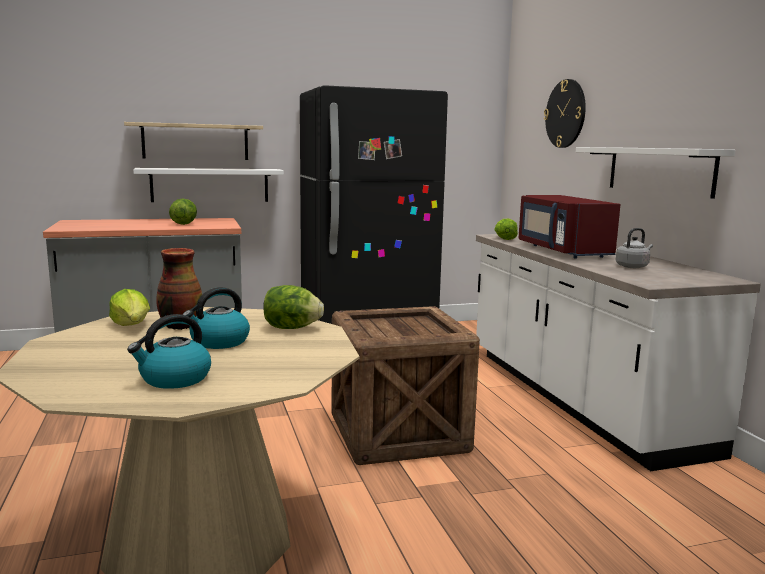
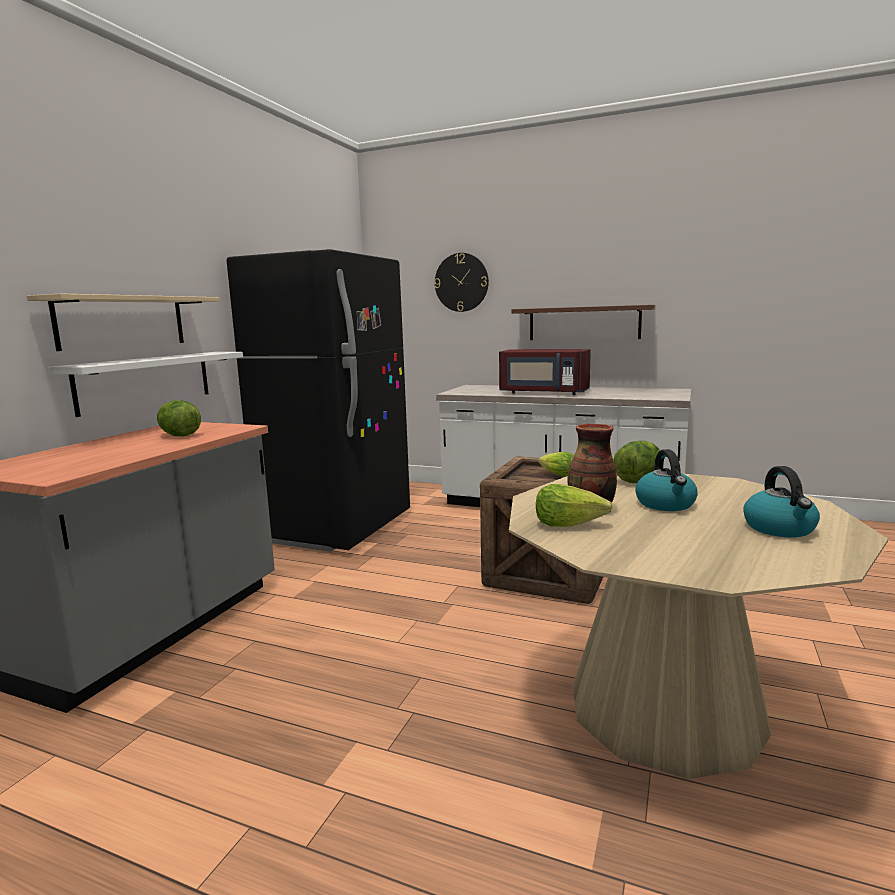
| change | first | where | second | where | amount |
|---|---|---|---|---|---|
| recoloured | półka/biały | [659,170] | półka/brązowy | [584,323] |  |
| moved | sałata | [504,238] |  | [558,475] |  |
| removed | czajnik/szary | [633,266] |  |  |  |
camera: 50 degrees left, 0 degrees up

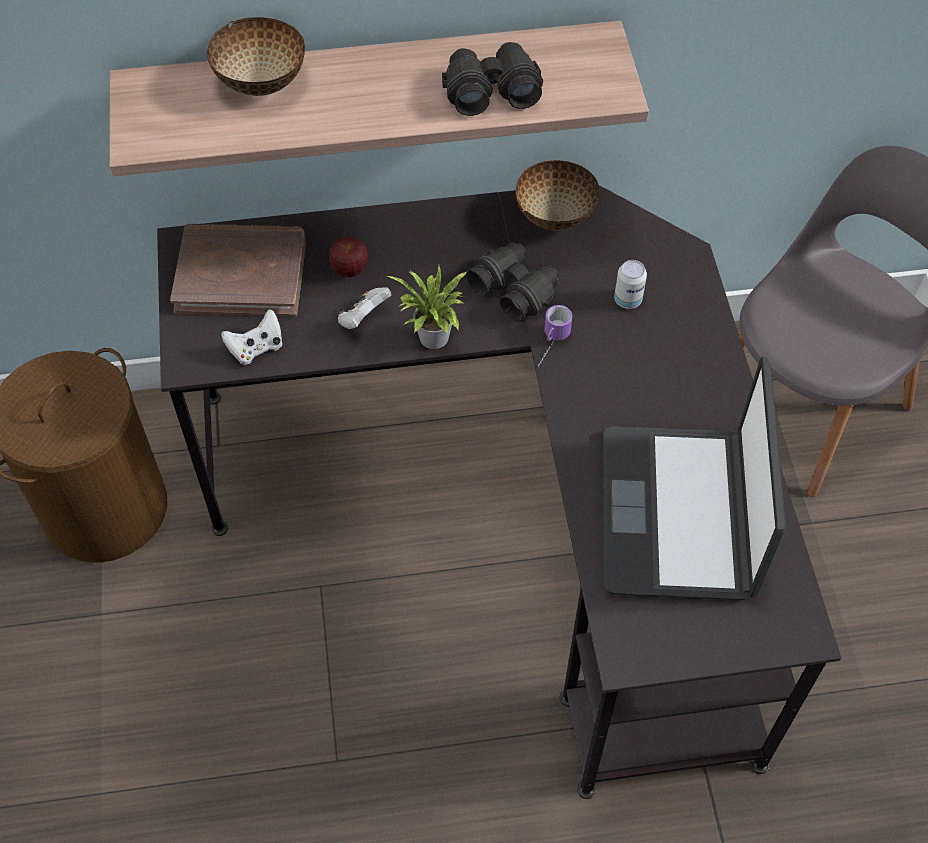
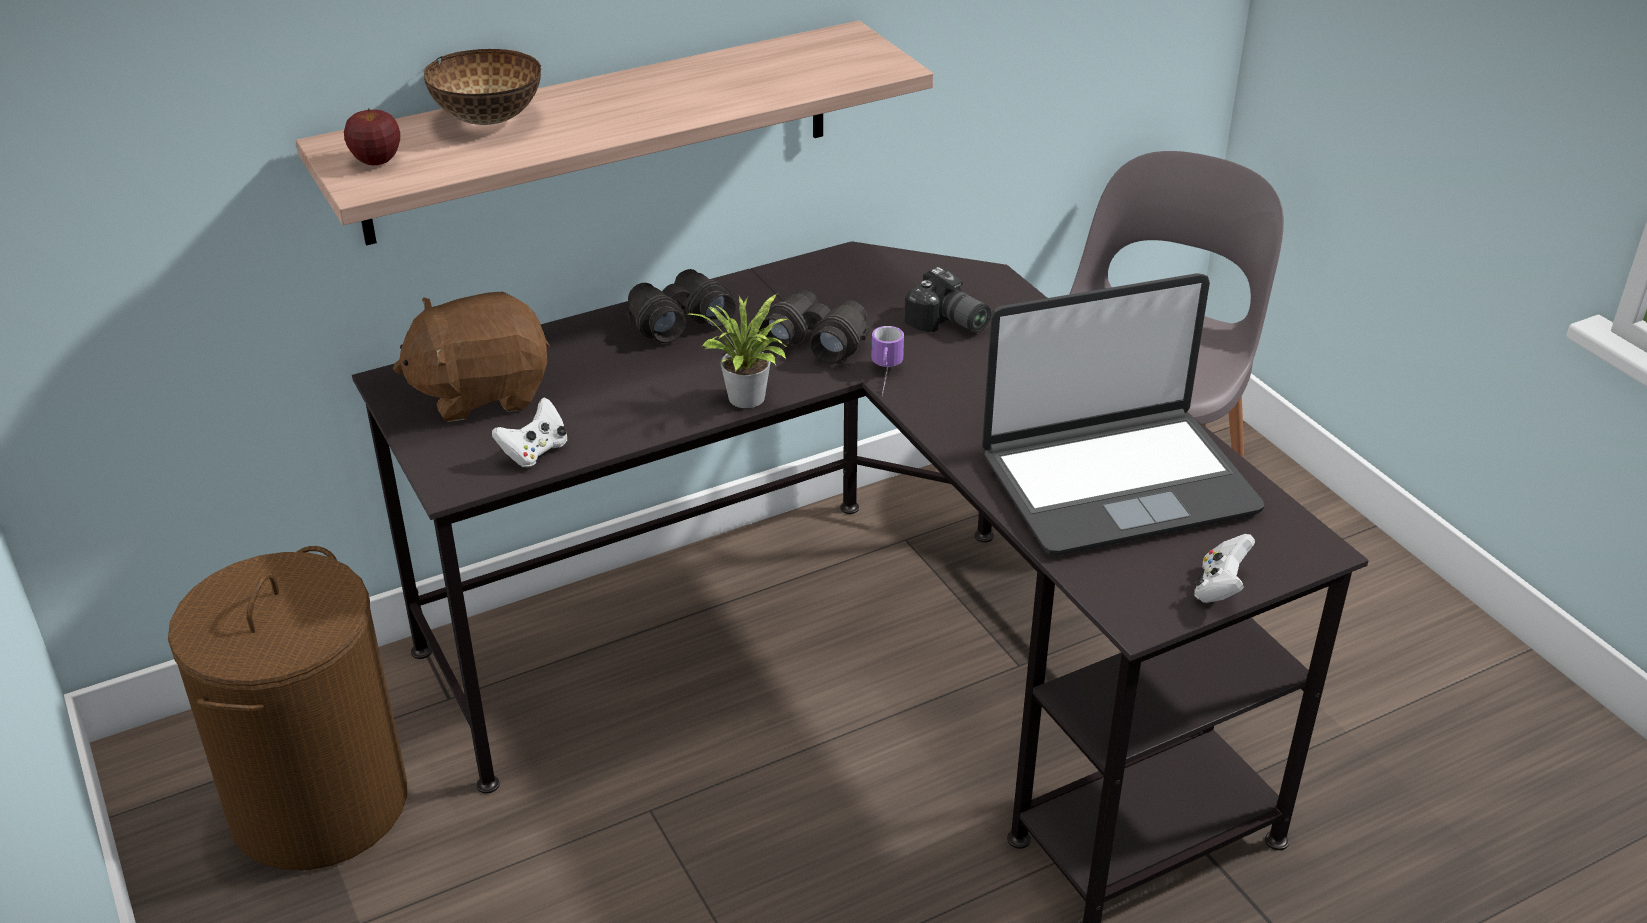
| change | first | where | second | where | amount |
|---|---|---|---|---|---|
| moved | jabłko | [349,269] |  | [376,160] |  |
| replaced | książka/brązowy | [241,274] | pluszak/brązowy | [481,392] |  |
| moved | lornetka/czarny | [491,90] |  | [678,319] |  |
| replaced | puszka | [627,300] | aparat fotograficzny | [947,323] |  |
| turned | laptop | [680,514] |  | [1117,482] | 90 degrees counterclockwise |
| moved | pad do gier/biały | [363,318] |  | [1220,588] |  |
| removed | miska | [555,215] |  |  |  |
camera: 20 degrees left, 20 degrees down

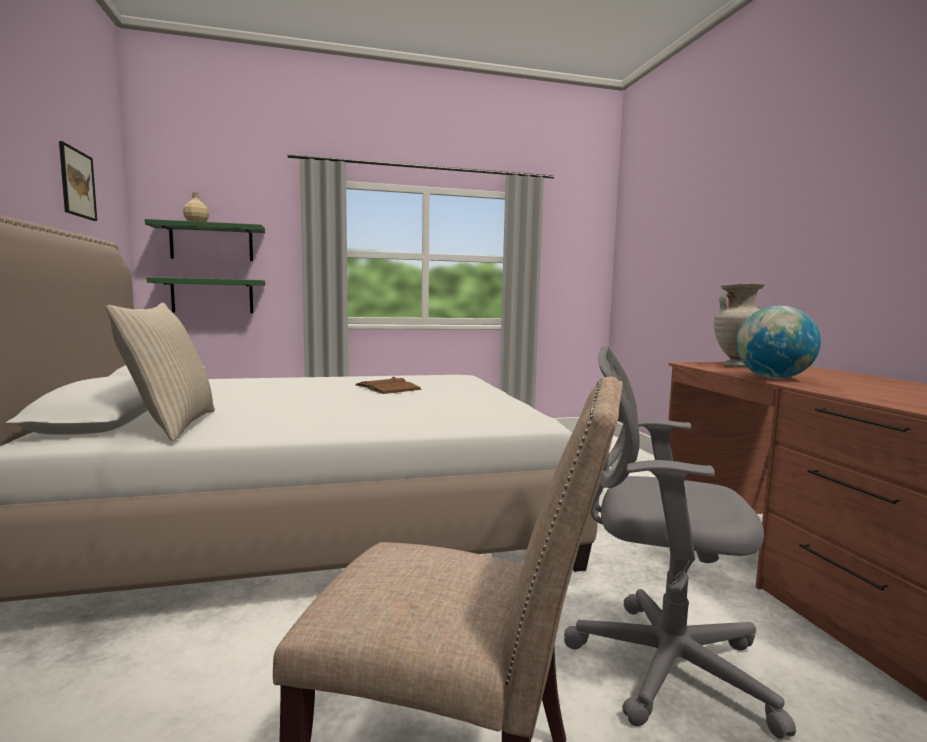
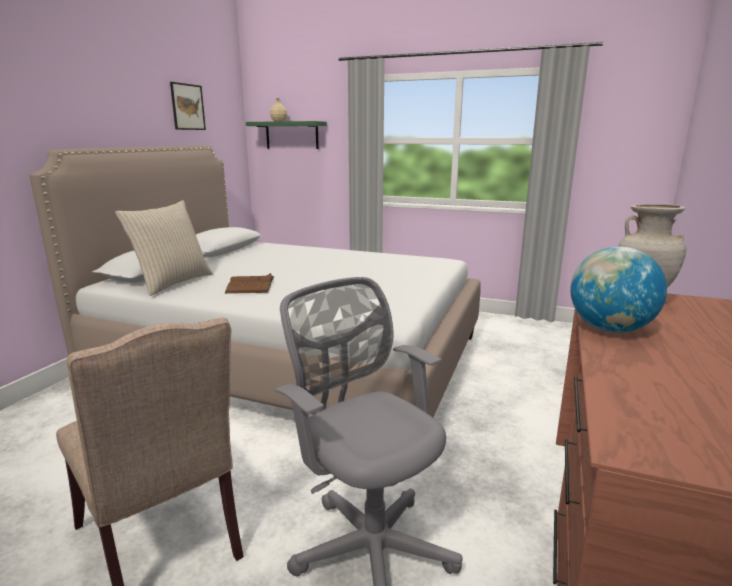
| change | first | where | second | where | amount |
|---|---|---|---|---|---|
| moved | książka/brązowy | [387,387] |  | [250,285] |  |
| removed | półka/zielony | [212,296] |  |  |  |
camera: 35 degrees right, 10 degrees up

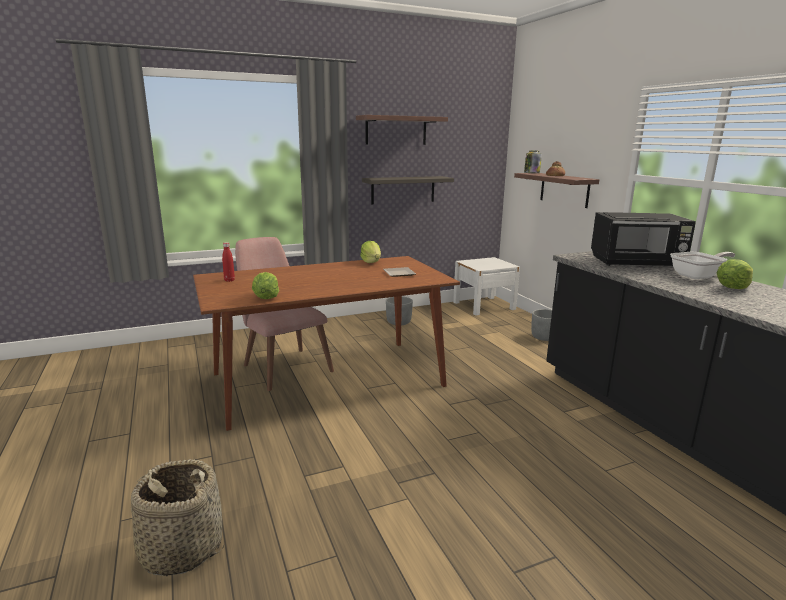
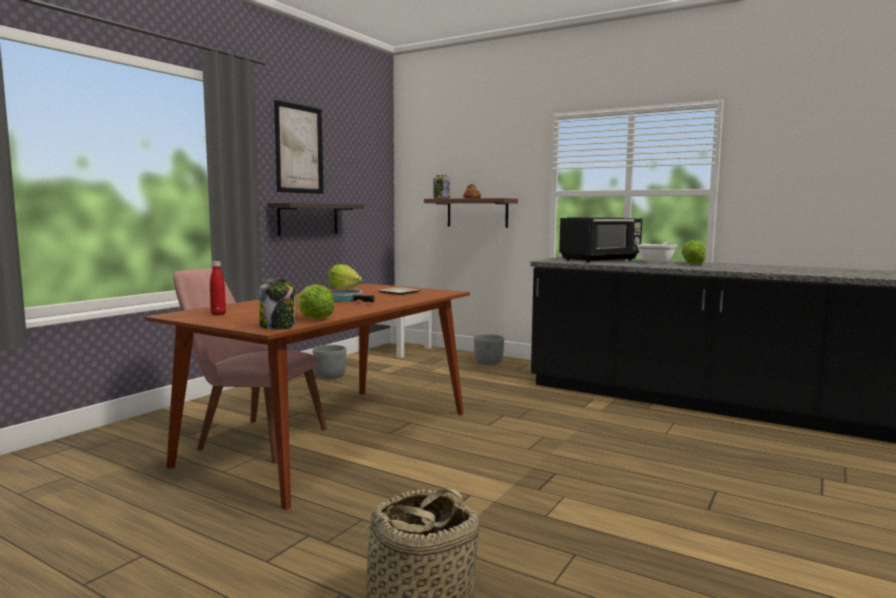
| change | first | where | second | where | amount |
|---|---|---|---|---|---|
| added |  |  | słoik | [278,326] |  |
| replaced | półka | [396,130] | obraz | [299,149] |  |
| added |  |  | patelnia | [346,300] |  |
camera: 35 degrees left, 10 degrees down

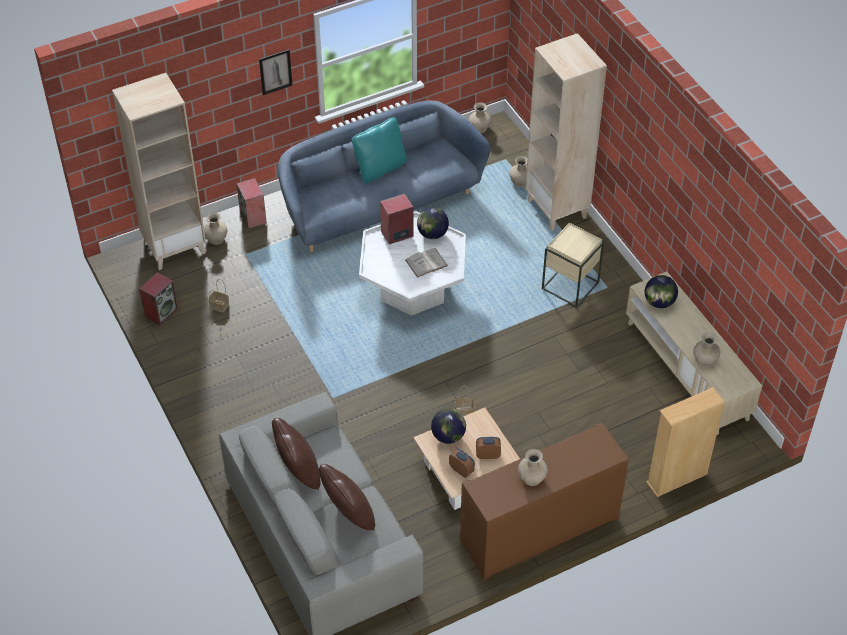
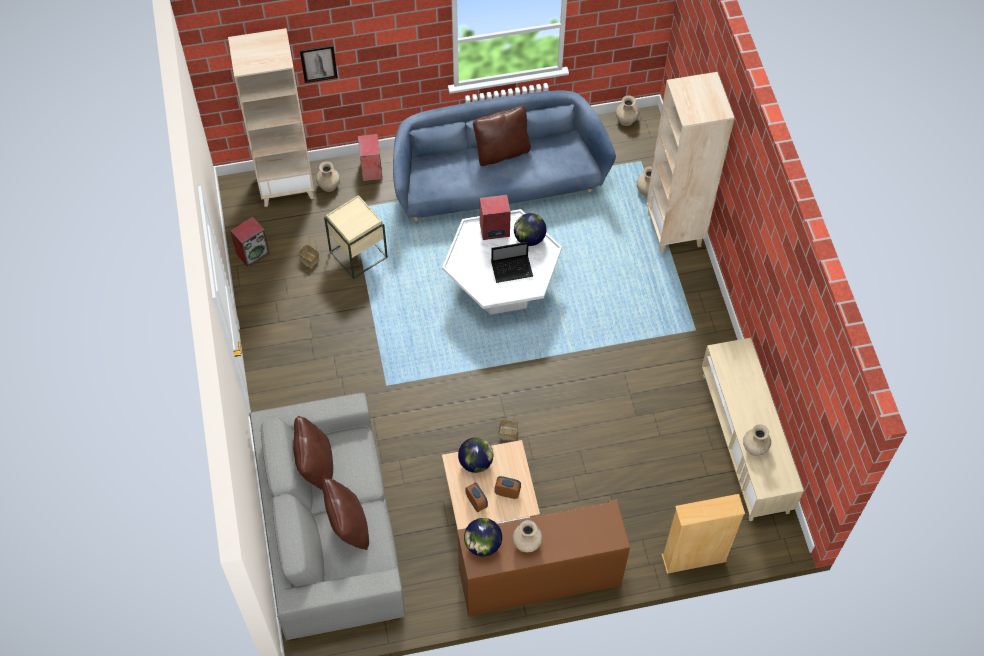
| change | first | where | second | where | amount |
|---|---|---|---|---|---|
| moved | obraz | [275,72] |  | [318,63] |  |
| moved | stolik/beżowy | [570,286] |  | [358,254] |  |
| moved | globus | [659,302] |  | [483,544] |  |
| recoloured | poduszka/turkusowy | [380,168] | poduszka/brązowy | [501,152] |  |
| replaced | książka/biały | [426,263] | laptop | [512,269] |  |
camera: 15 degrees right, 10 degrees up

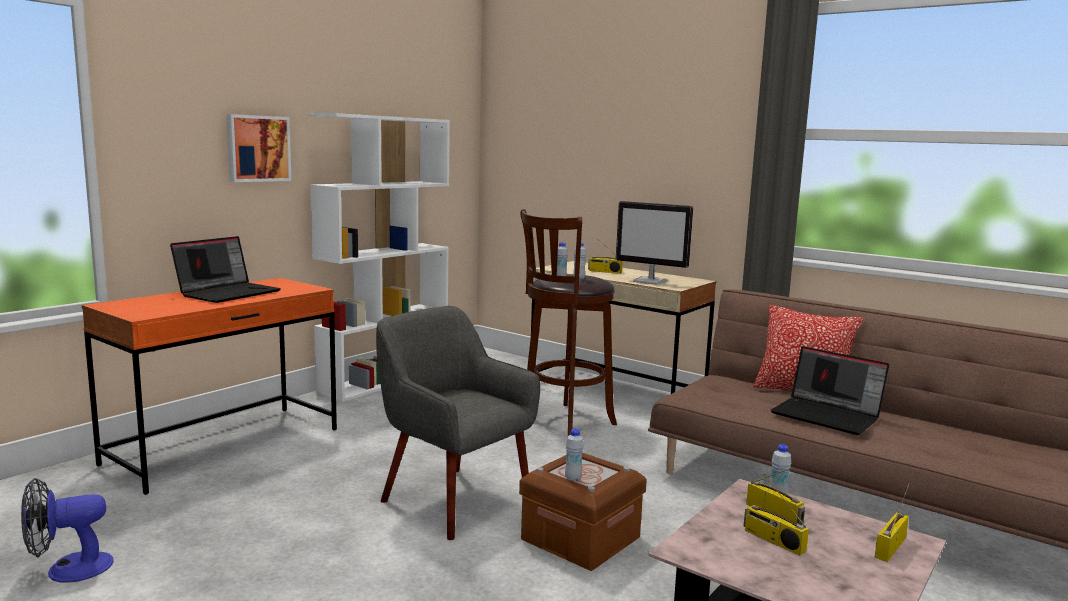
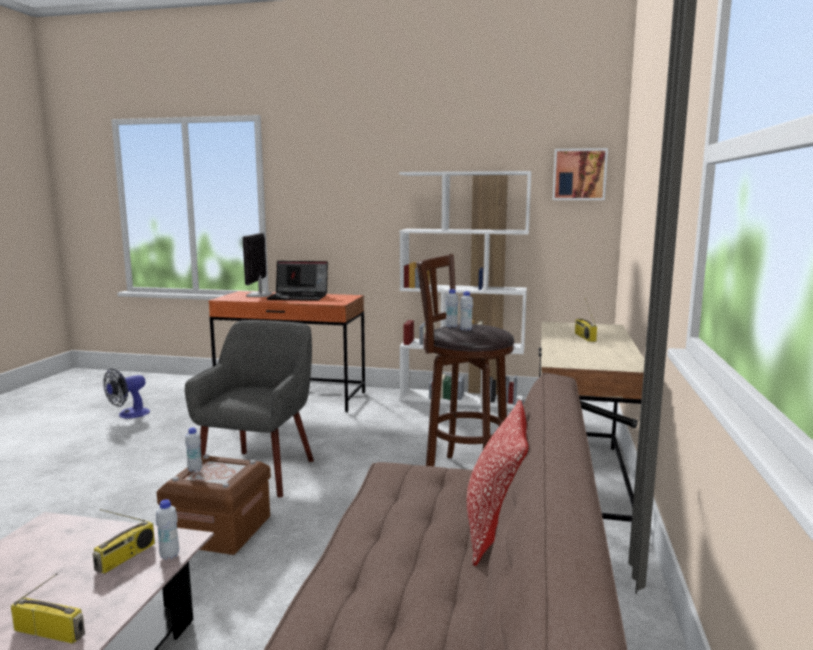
| change | first | where | second | where | amount |
|---|---|---|---|---|---|
| turned | wentylator | [68,570] |  | [129,415] | 90 degrees counterclockwise |
| moved | monitor | [651,281] |  | [259,295] |  |
| moved | obraz | [257,148] |  | [579,174] |  |
| removed | radio | [772,540] |  |  |  |
| removed | laptop | [827,416] |  |  |  |
camera: 65 degrees right, 0 degrees up

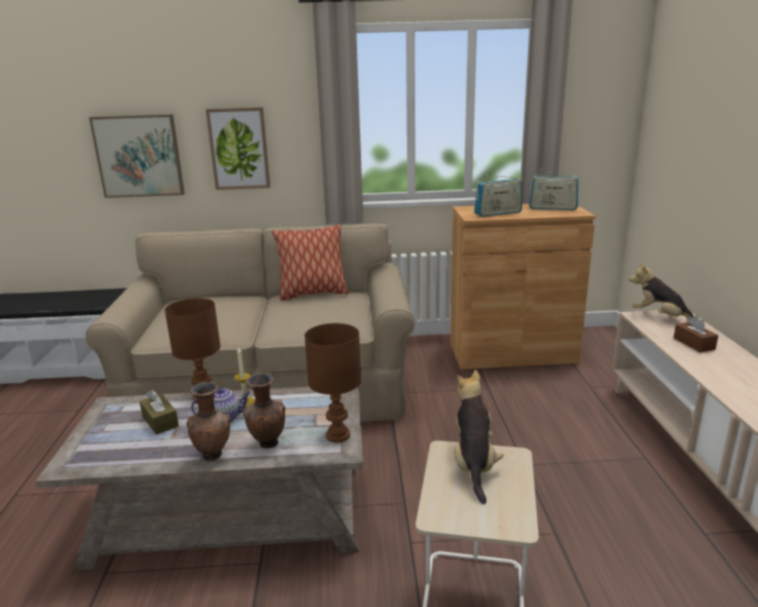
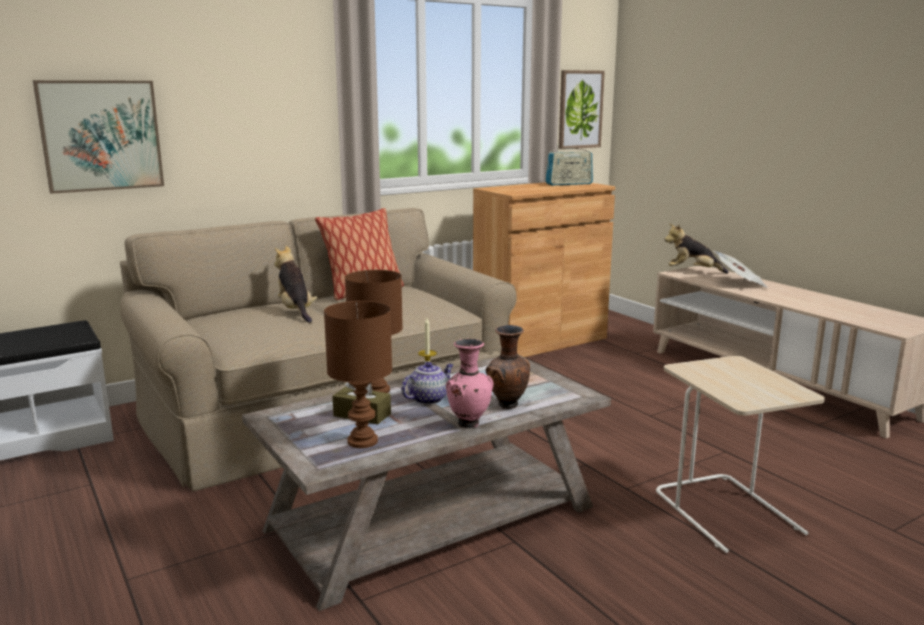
| change | first | where | second | where | amount |
|---|---|---|---|---|---|
| moved | pluszak | [473,464] |  | [296,311] |  |
| moved | lampa stołowa/brązowy | [338,435] |  | [363,441] |  |
| recoloured | wazon/brązowy | [214,455] | wazon/różowy | [468,423] |  |
| moved | obraz | [239,148] |  | [580,109] |  |
| replaced | pudełko chusteczek/brązowy | [694,343] | gazeta | [740,284] |  |
| removed | radio | [498,213] |  |  |  |
camera: 30 degrees left, 5 degrees down

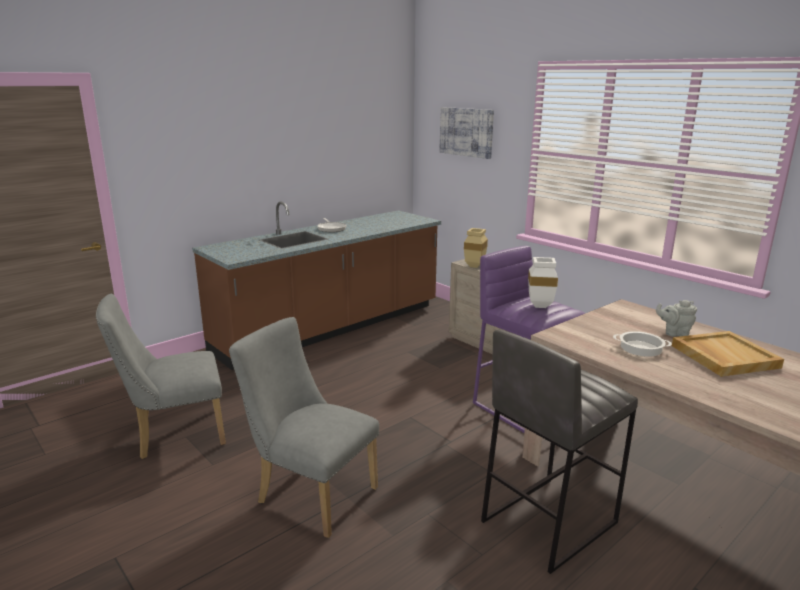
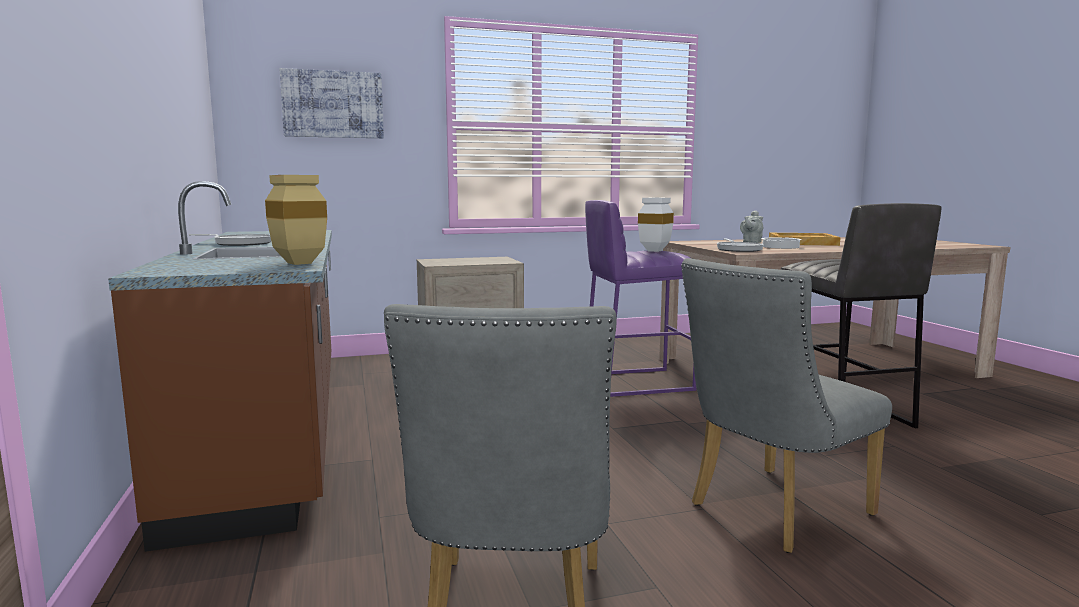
| change | first | where | second | where | amount |
|---|---|---|---|---|---|
| moved | wazon/beżowy | [474,266] |  | [296,263] |  |
| added |  |  | patelnia | [738,249] |  |
camera: 65 degrees left, 10 degrees down

